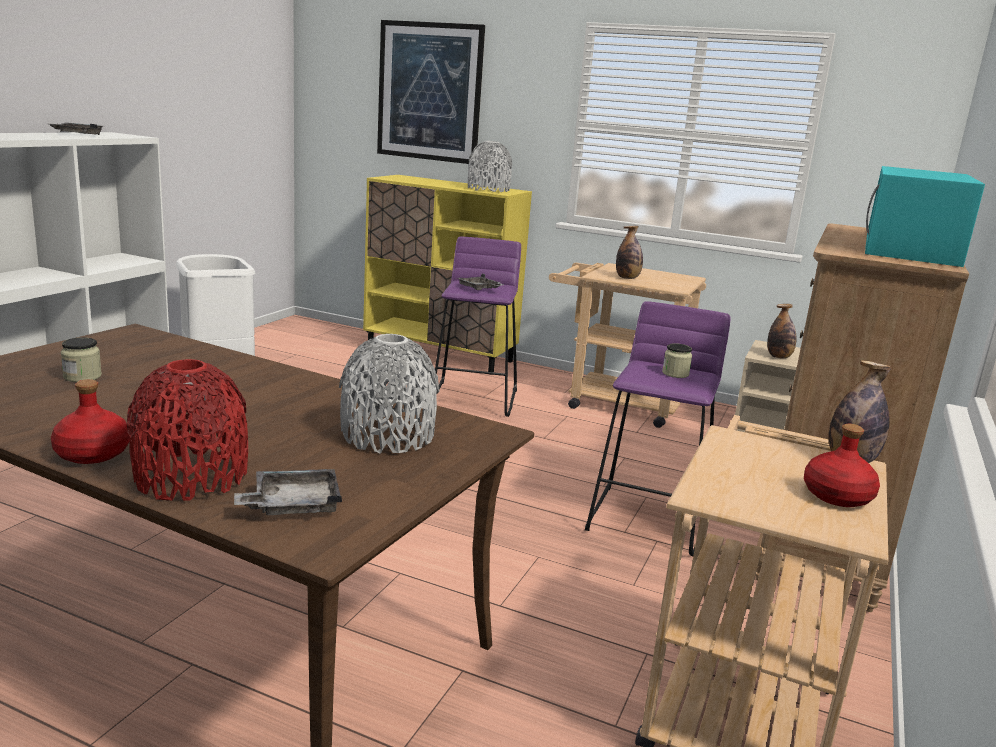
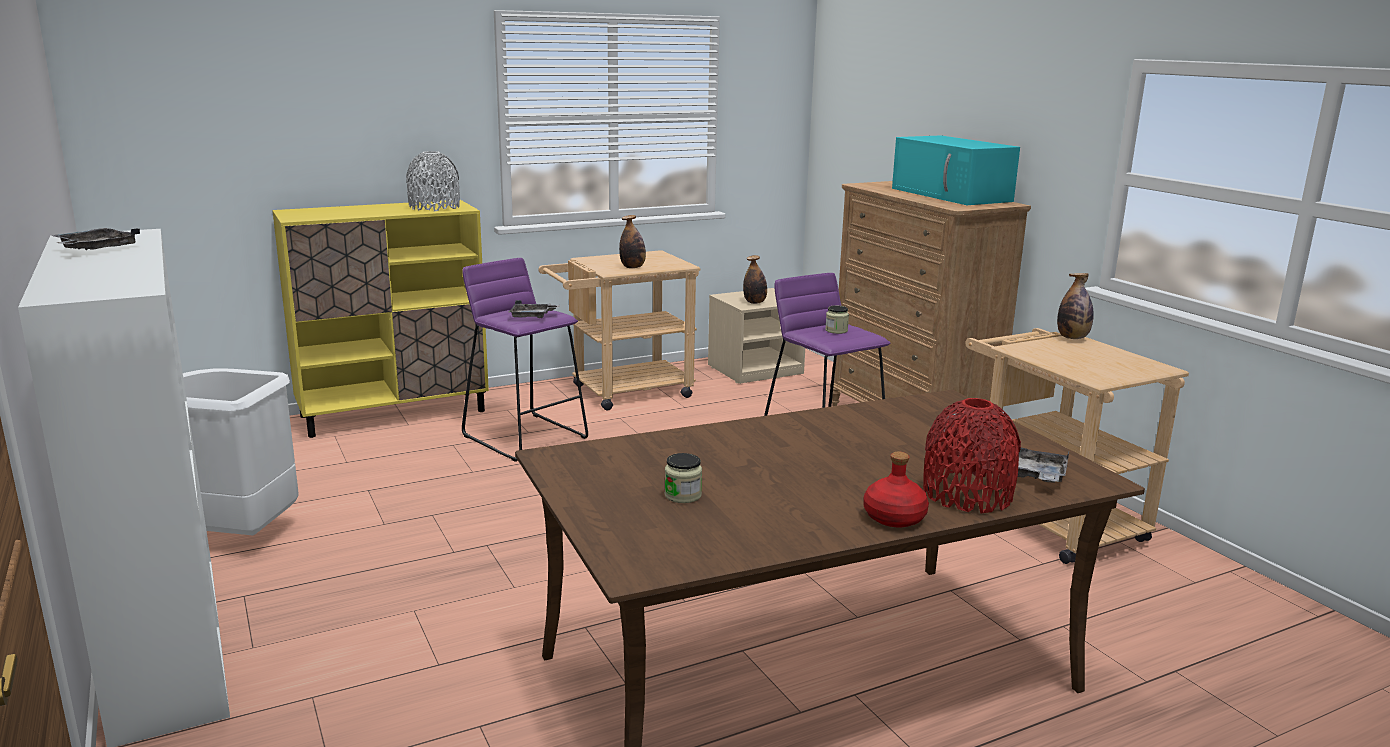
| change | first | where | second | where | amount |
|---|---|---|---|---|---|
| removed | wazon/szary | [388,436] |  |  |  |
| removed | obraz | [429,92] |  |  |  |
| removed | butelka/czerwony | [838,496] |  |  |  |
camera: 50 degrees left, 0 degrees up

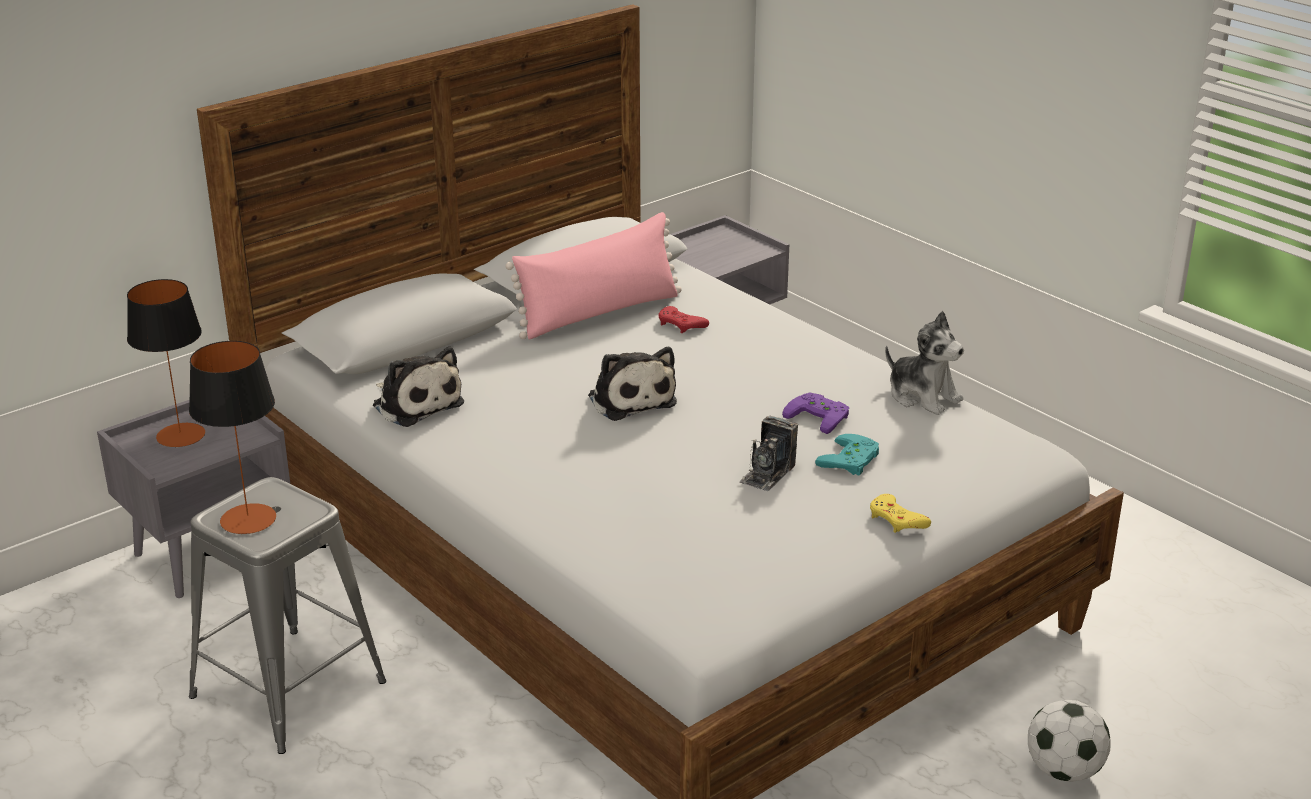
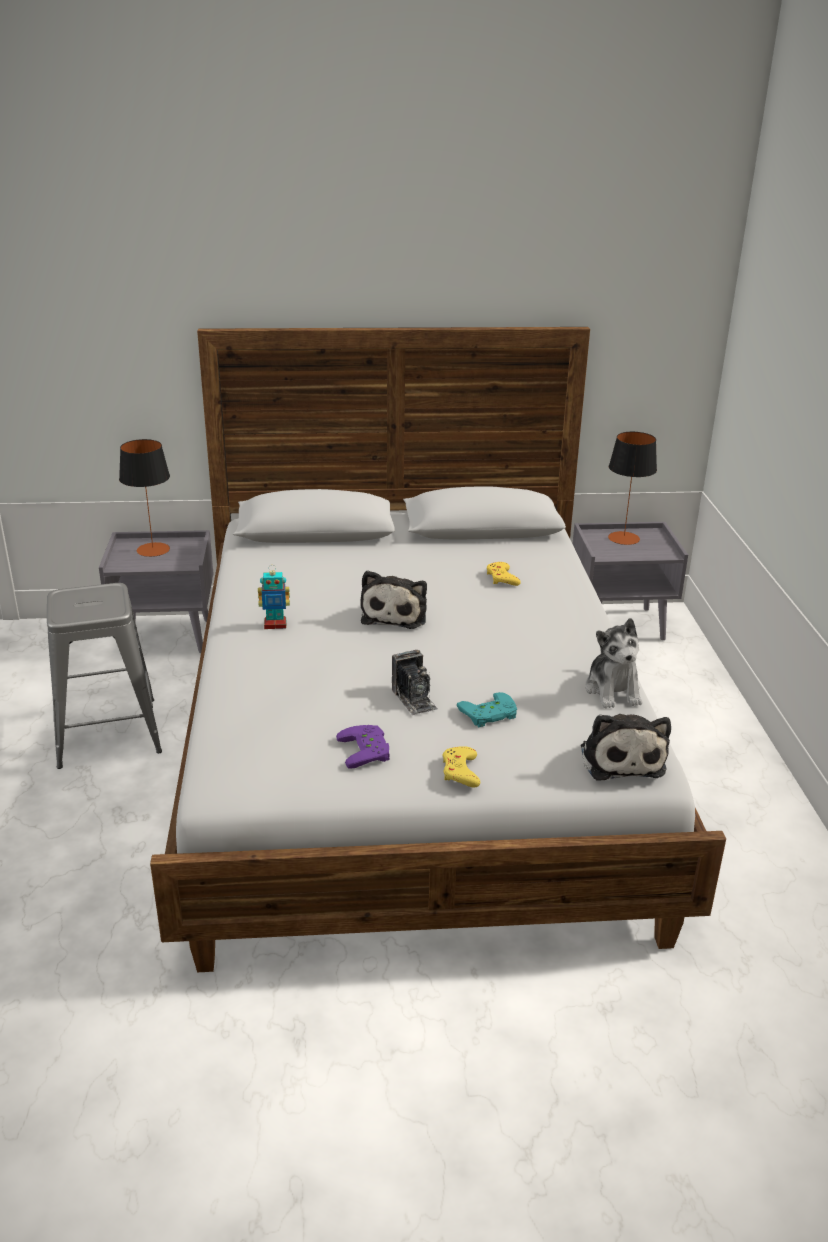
| change | first | where | second | where | amount |
|---|---|---|---|---|---|
| added |  |  | robot zabawkowy | [275,624] |  |
| moved | pad do gier/fioletowy | [820,416] |  | [368,750] |  |
| turned | aparat fotograficzny | [767,473] |  | [414,699] | 90 degrees counterclockwise |
| recoloured | pad do gier/czerwony | [681,324] | pad do gier/żółty | [502,578] |  |
| moved | pluszak | [416,403] |  | [621,758] |  |
| moved | lampa stołowa | [248,519] |  | [624,538] |  |
| removed | poduszka/różowy | [599,313] |  |  |  |
| removed | piłka futbolowa | [1064,771] |  |  |  |
camera: 35 degrees right, 0 degrees up

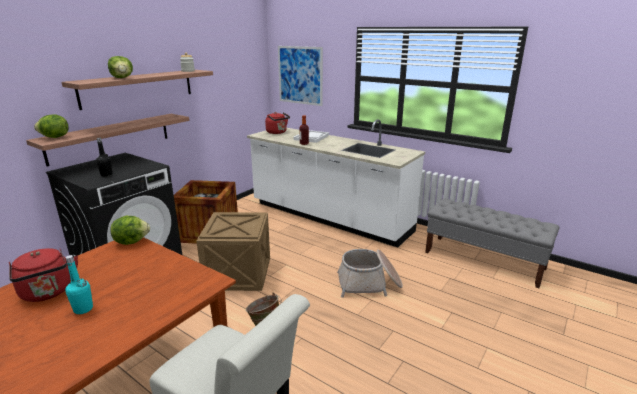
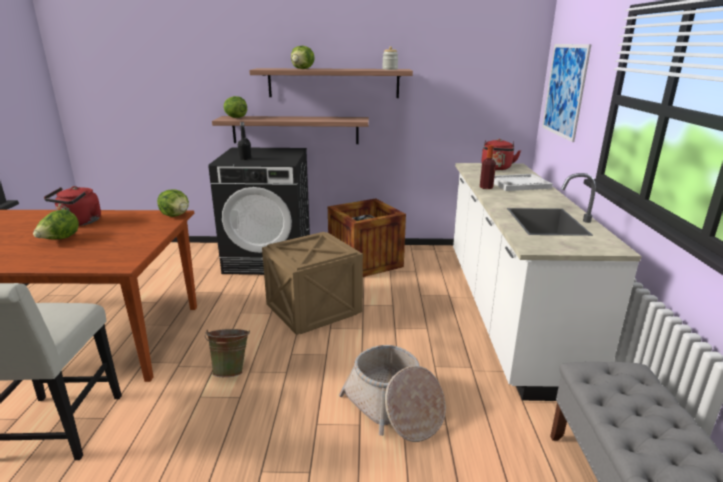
| change | first | where | second | where | amount |
|---|---|---|---|---|---|
| replaced | butelka/turkusowy | [83,309] | sałata | [60,239] |  |
camera: 55 degrees right, 0 degrees up

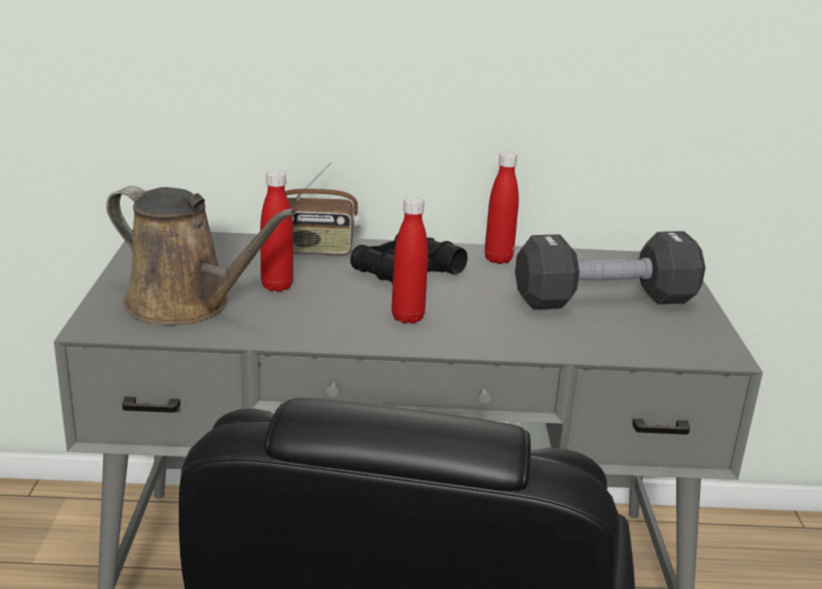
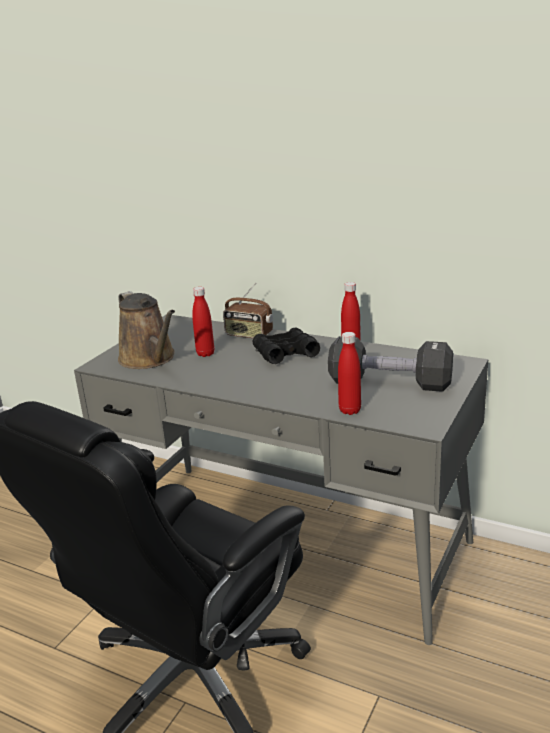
| change | first | where | second | where | amount |
|---|---|---|---|---|---|
| moved | butelka/czerwony | [407,318] |  | [349,410] |  |
camera: 30 degrees right, 0 degrees up

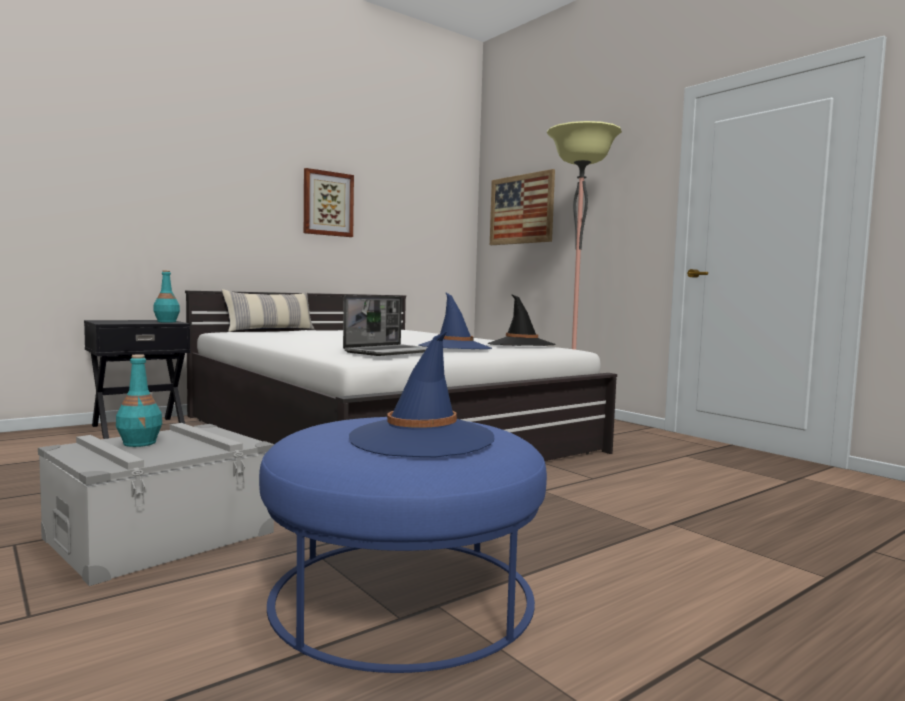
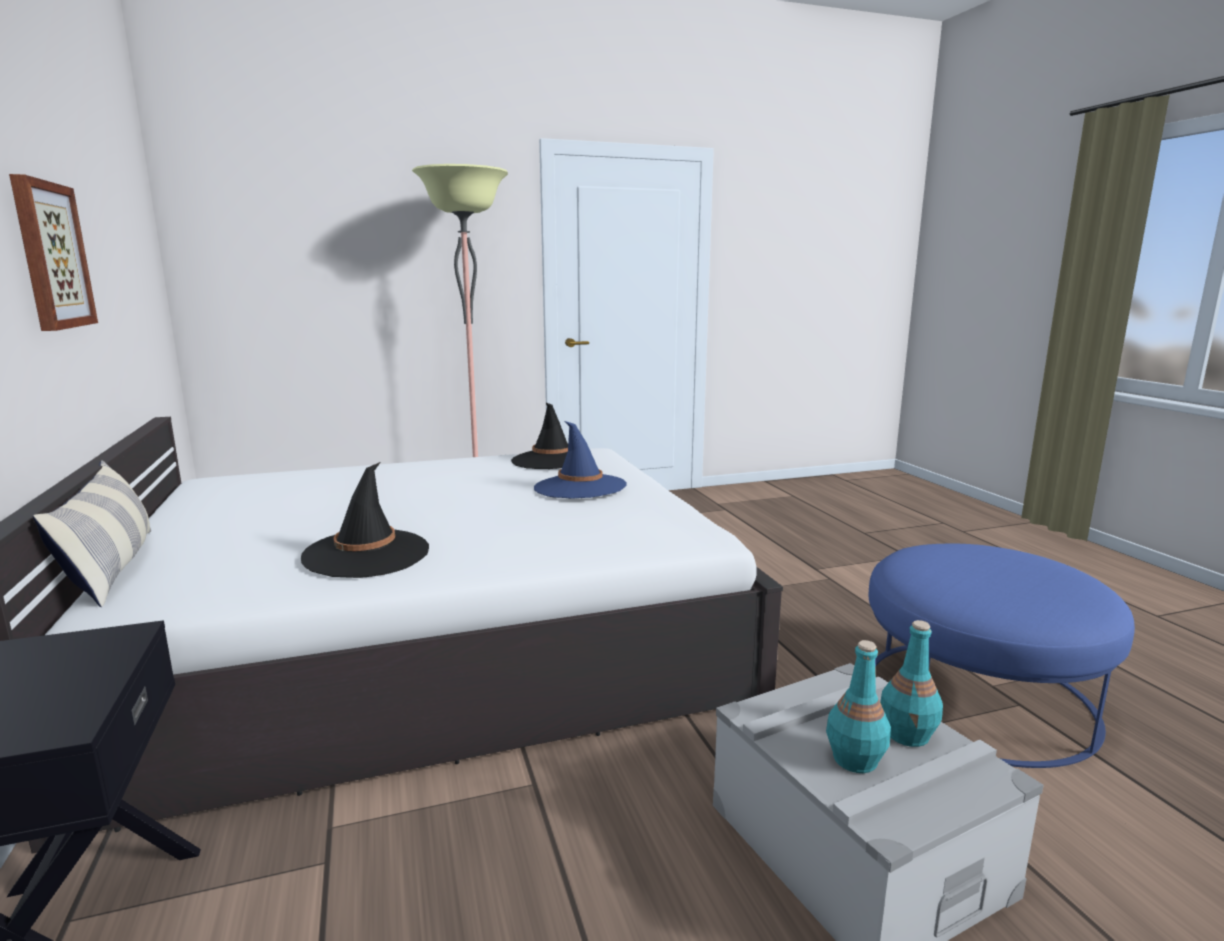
| change | first | where | second | where | amount |
|---|---|---|---|---|---|
| added |  |  | kapelusz/czarny | [367,554] |  |
| moved | butelka/turkusowy | [166,322] |  | [908,734] |  |
| removed | laptop | [390,352] |  |  |  |
| removed | kapelusz/niebieski | [421,439] |  |  |  |
| removed | obraz | [521,209] |  |  |  |
camera: 70 degrees left, 10 degrees up

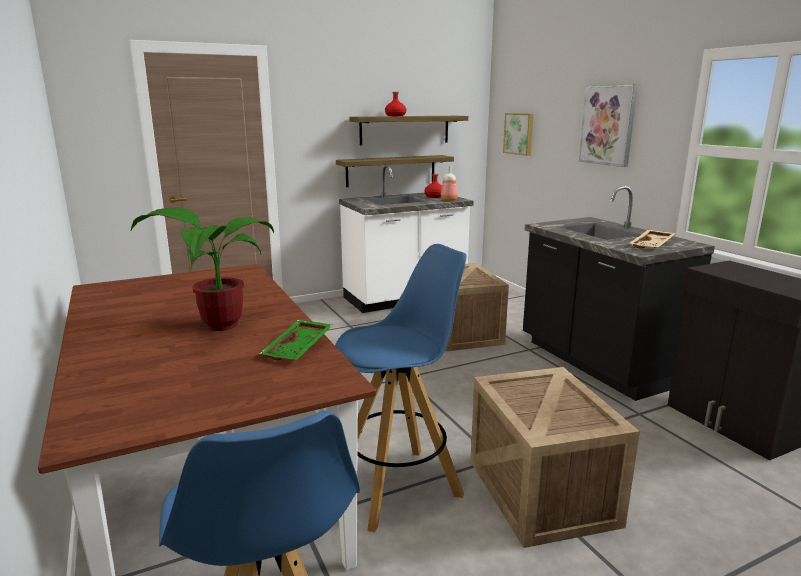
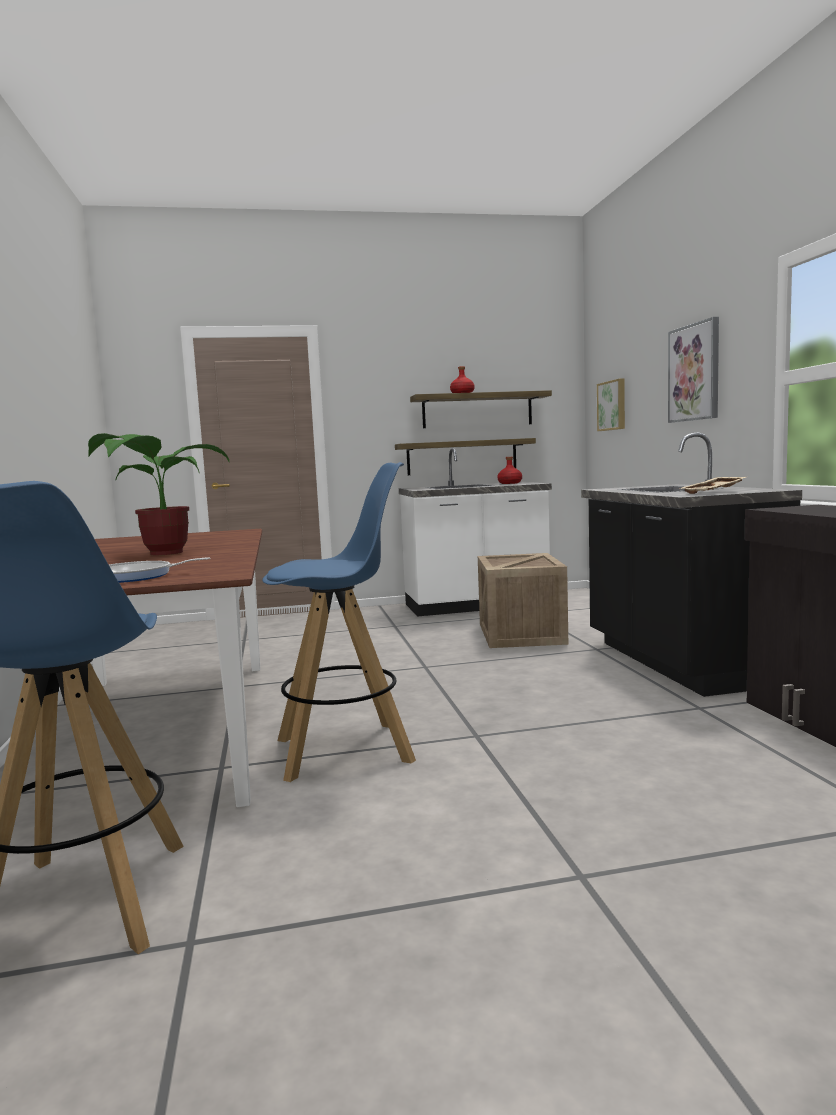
| change | first | where | second | where | amount |
|---|---|---|---|---|---|
| added |  |  | patelnia | [136,576] |  |
| removed | taca/zielony | [299,349] |  |  |  |
| removed | butelka | [448,200] |  |  |  |
| removed | skrzynka | [543,493] |  |  |  |
camera: 15 degrees right, 10 degrees down

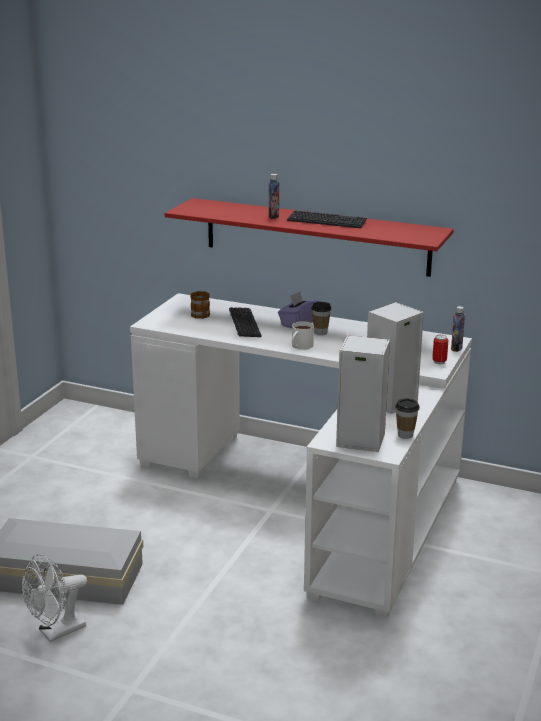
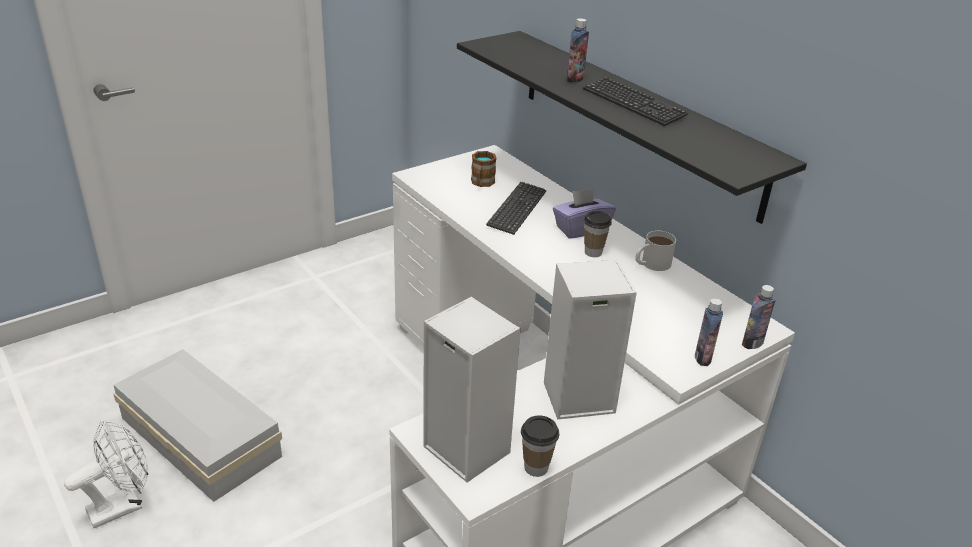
| change | first | where | second | where | amount |
|---|---|---|---|---|---|
| turned | wentylator/biały | [56,632] |  | [123,505] | 150 degrees clockwise |
| recoloured | półka/czerwony | [316,236] | półka/czarny | [636,120] |  |
| moved | kubek/biały | [300,346] |  | [651,264] |  |
| replaced | puszka | [439,362] | butelka | [702,358] |  |
camera: 30 degrees right, 10 degrees up

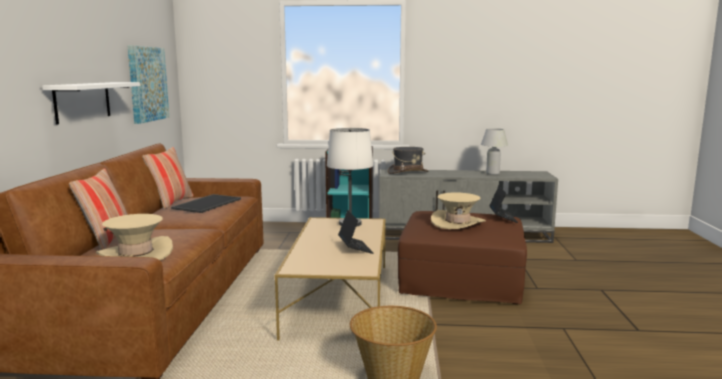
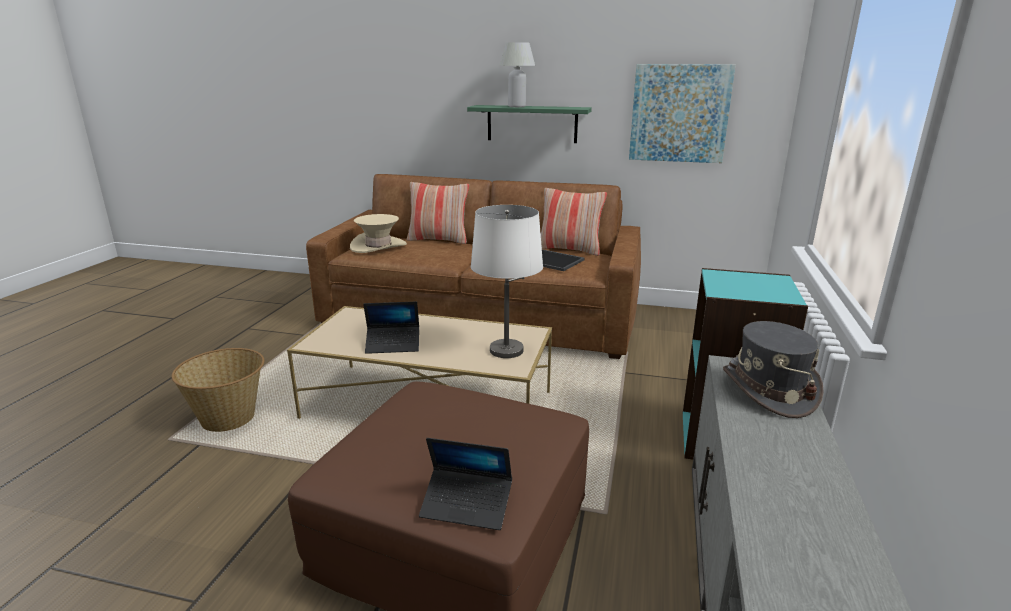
| change | first | where | second | where | amount |
|---|---|---|---|---|---|
| recoloured | półka/biały | [82,101] | półka/zielony | [532,124] |  |
| moved | lampa stołowa/biały | [492,173] |  | [517,106] |  |
| removed | kapelusz/beżowy | [457,223] |  |  |  |
camera: 100 degrees right, 10 degrees up

